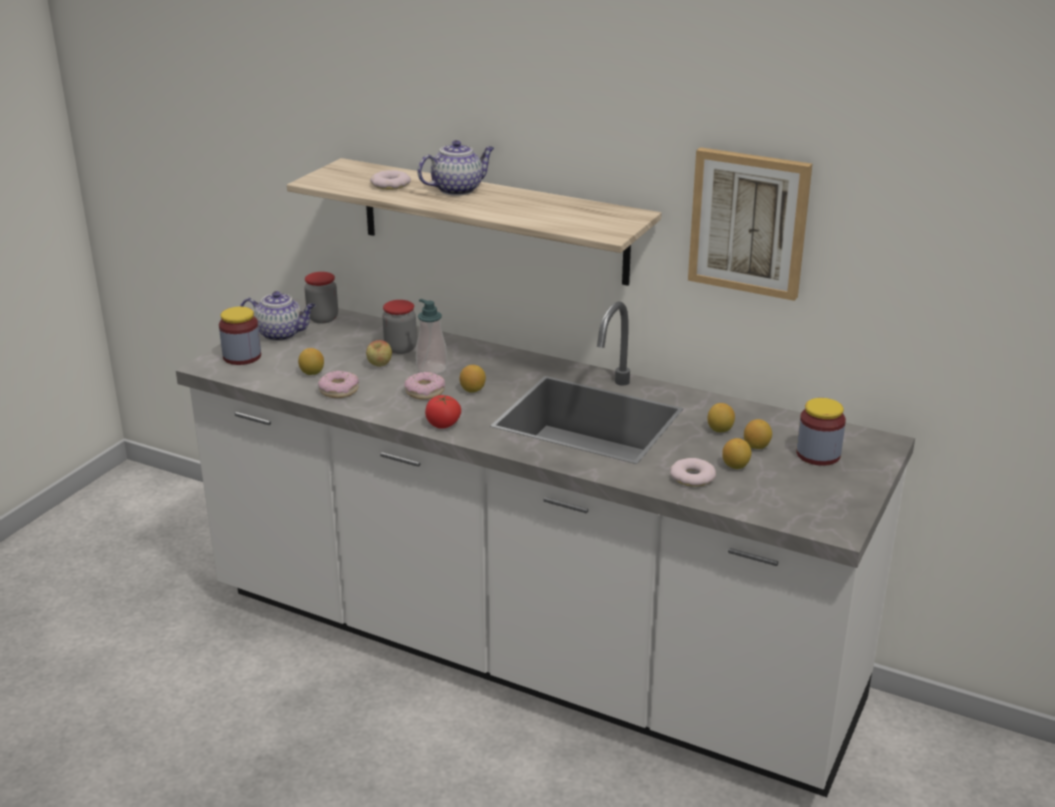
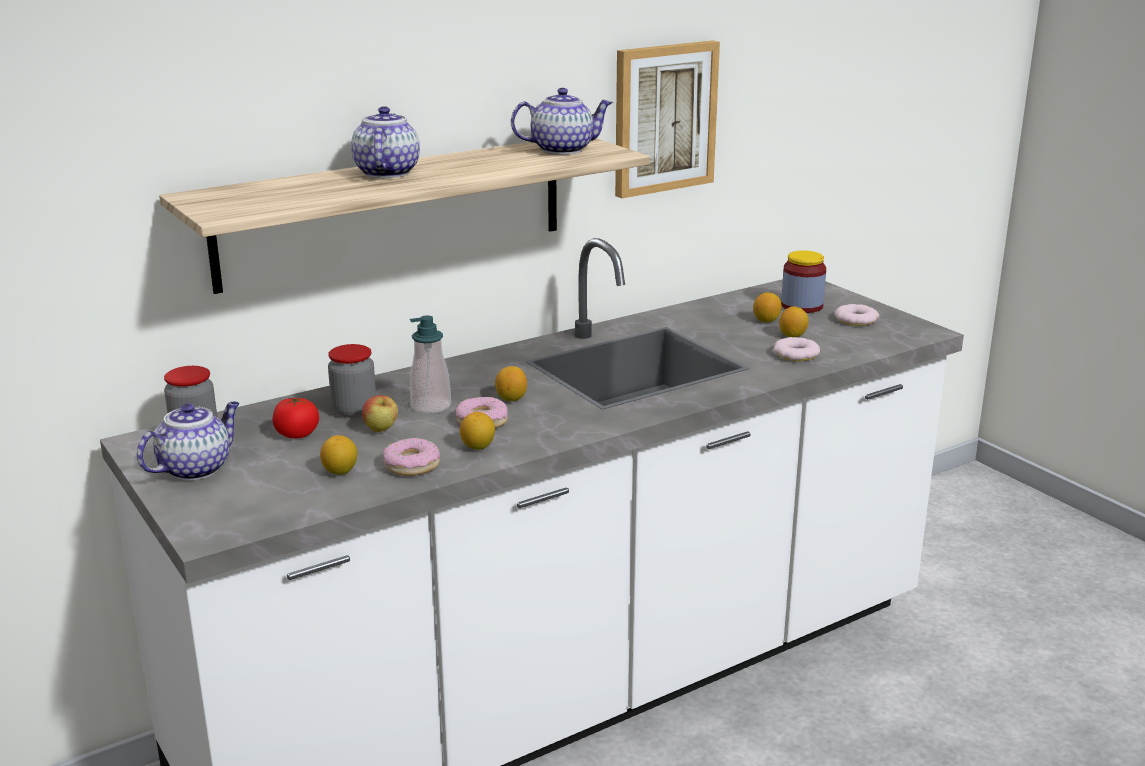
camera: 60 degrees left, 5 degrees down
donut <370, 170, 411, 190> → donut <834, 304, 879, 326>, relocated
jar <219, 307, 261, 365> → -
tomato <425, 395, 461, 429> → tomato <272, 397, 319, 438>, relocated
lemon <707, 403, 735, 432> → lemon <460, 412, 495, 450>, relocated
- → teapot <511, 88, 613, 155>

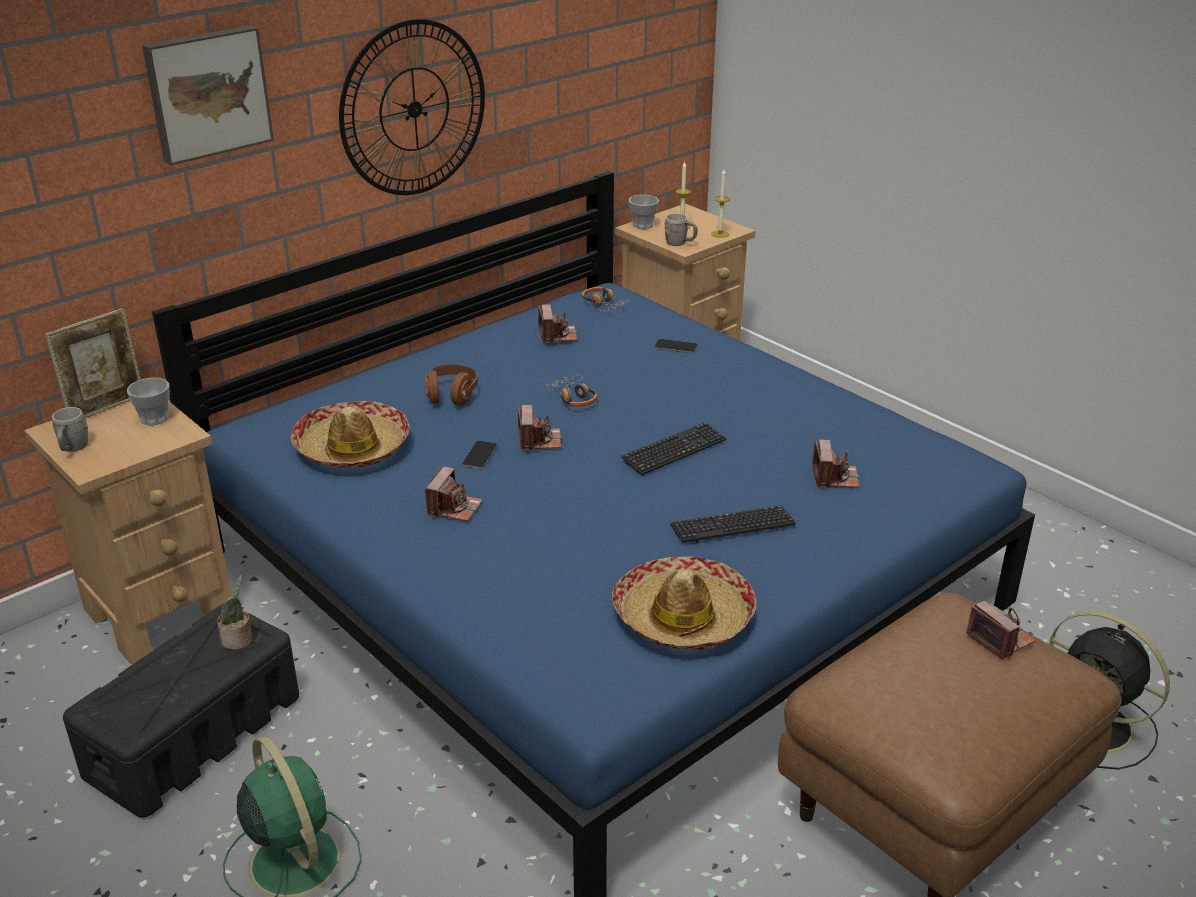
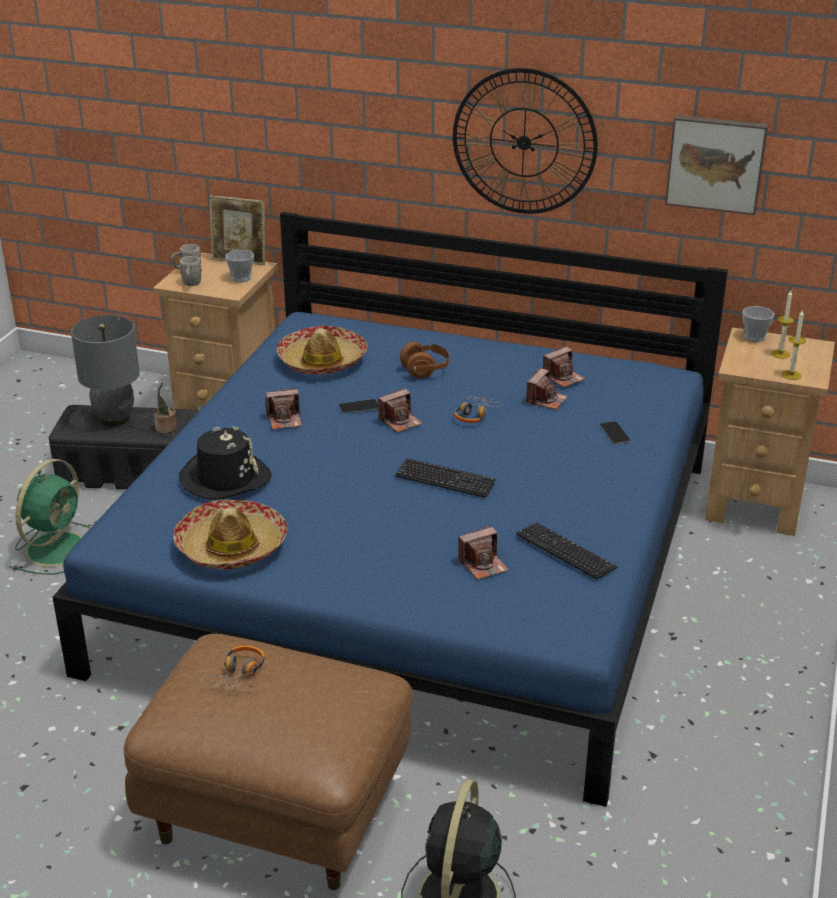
camera: 60 degrees right, 0 degrees up
picture <142, 25, 274, 165> → picture <665, 115, 768, 215>, relocated
mug (grey) <665, 213, 697, 246> → mug (grey) <180, 256, 202, 286>, relocated
headphones <582, 287, 630, 312> → headphones <202, 645, 265, 691>, relocated
keyboard <671, 506, 796, 543> → keyboard <516, 522, 617, 579>, relocated
photo camera <966, 601, 1036, 659> → photo camera <526, 368, 568, 410>, relocated
- → table lamp (grey) <71, 315, 140, 426>
- → hat (black) <179, 426, 272, 500>

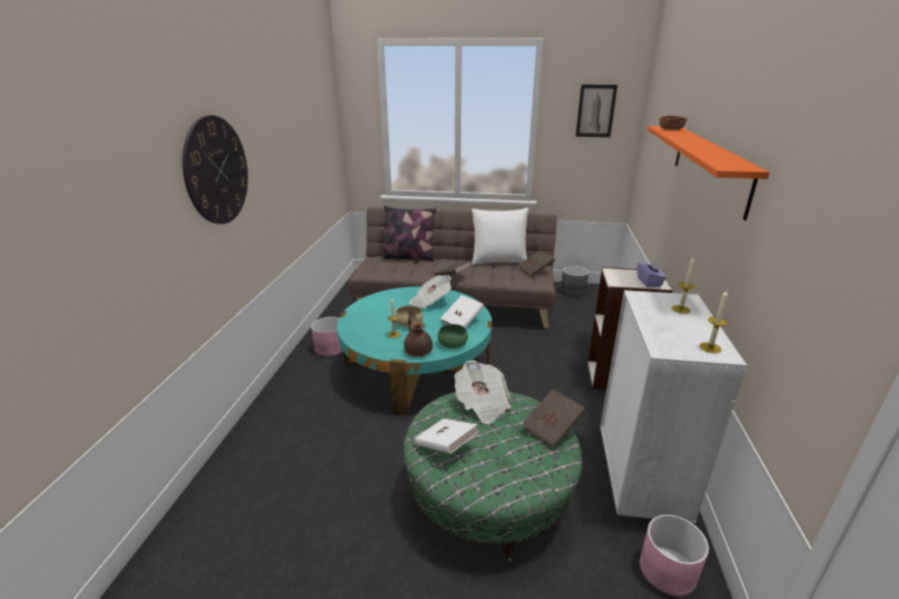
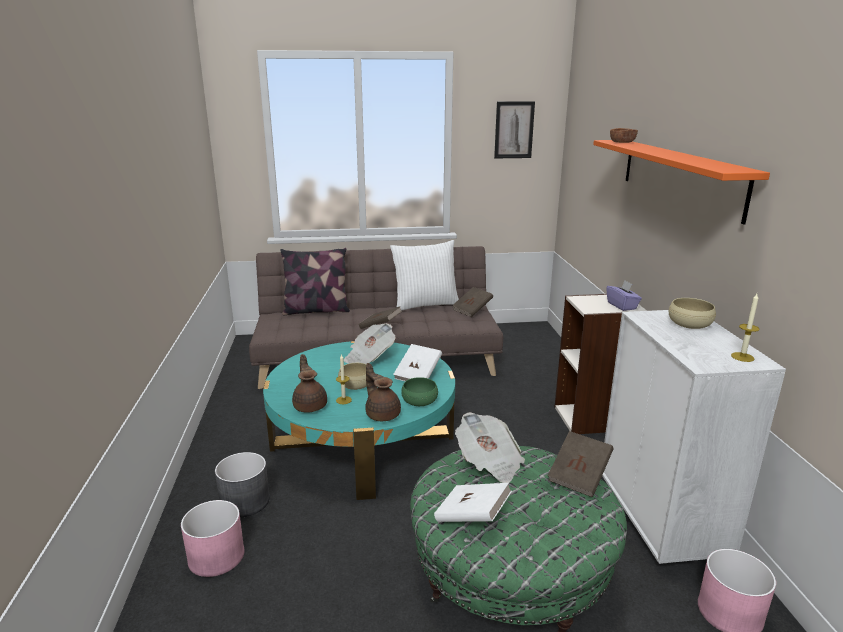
camera: 15 degrees left, 5 degrees down
wall clock <182, 115, 248, 224> → -
candle <672, 258, 695, 314> → bowl (beige) <669, 298, 716, 329>
planter (grey) <561, 266, 589, 296> → planter (grey) <215, 452, 270, 518>, relocated
planter (pink) <311, 317, 343, 356> → planter (pink) <181, 500, 244, 577>, relocated
- → teapot (brown) <292, 354, 327, 413>

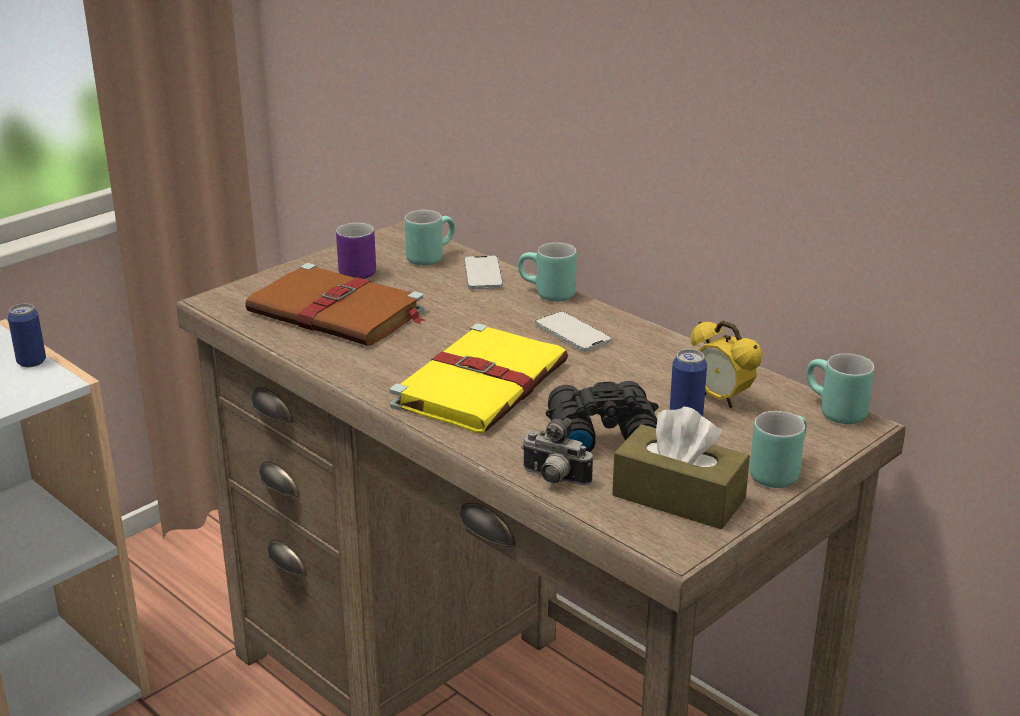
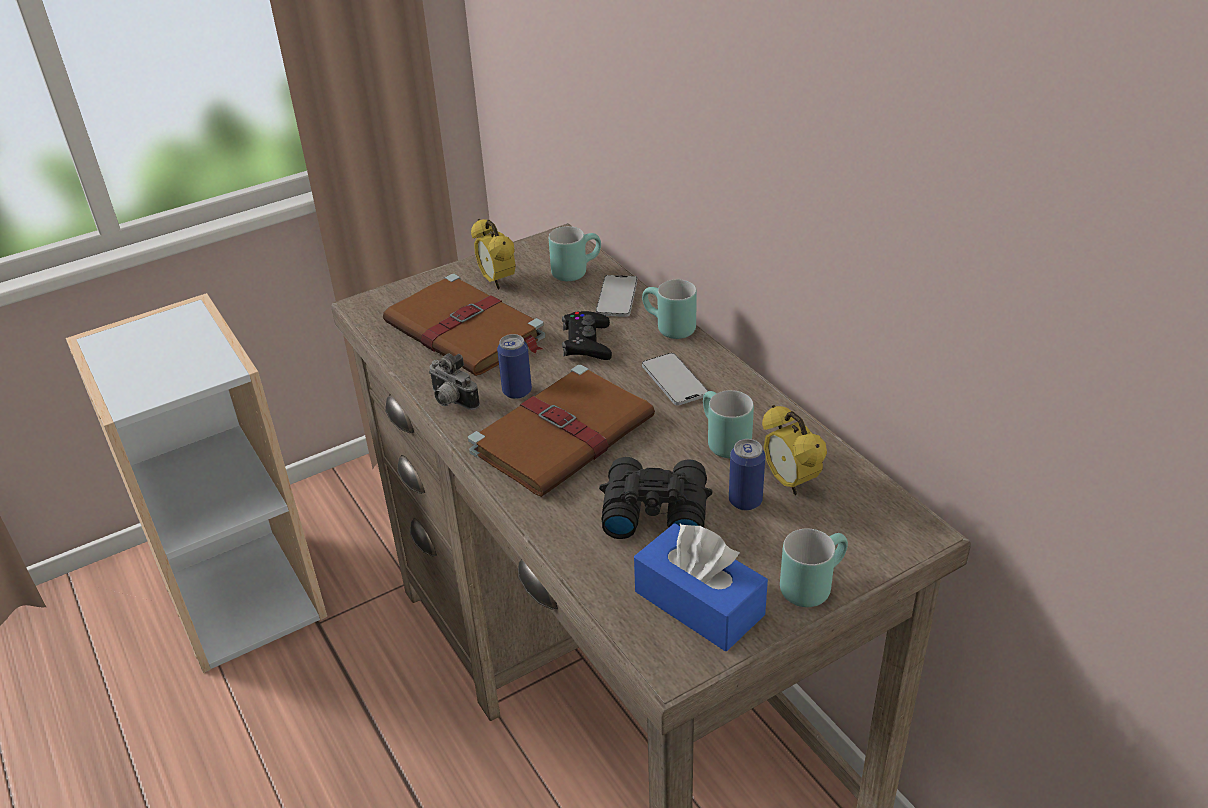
camera: 15 degrees right, 10 degrees up
mug (purple) <336, 223, 376, 279> → alarm clock <471, 219, 516, 289>
can <8, 303, 46, 367> → can <497, 334, 532, 399>, relocated
book (yellow) <390, 323, 568, 433> → book (brown) <468, 365, 655, 497>
mug (turquoise) <806, 353, 874, 424> → mug (turquoise) <703, 390, 754, 458>, relocated
tissue box (brown) <612, 407, 750, 529> → tissue box (blue) <634, 523, 768, 651>
photo camera <521, 418, 593, 485> → photo camera <429, 353, 480, 410>, relocated
- → game controller (black) <562, 311, 612, 360>

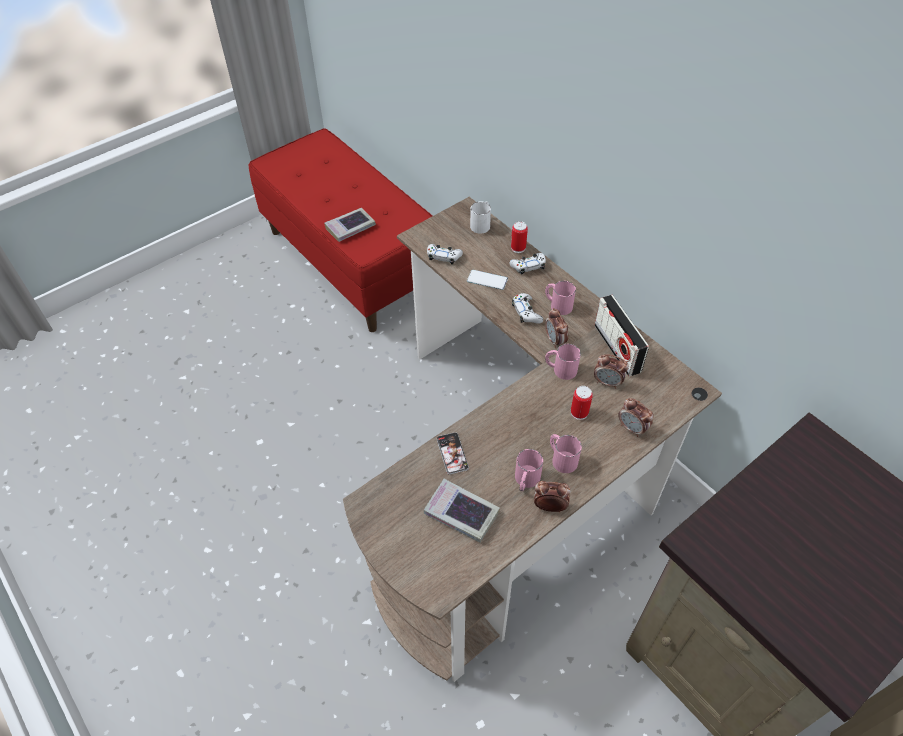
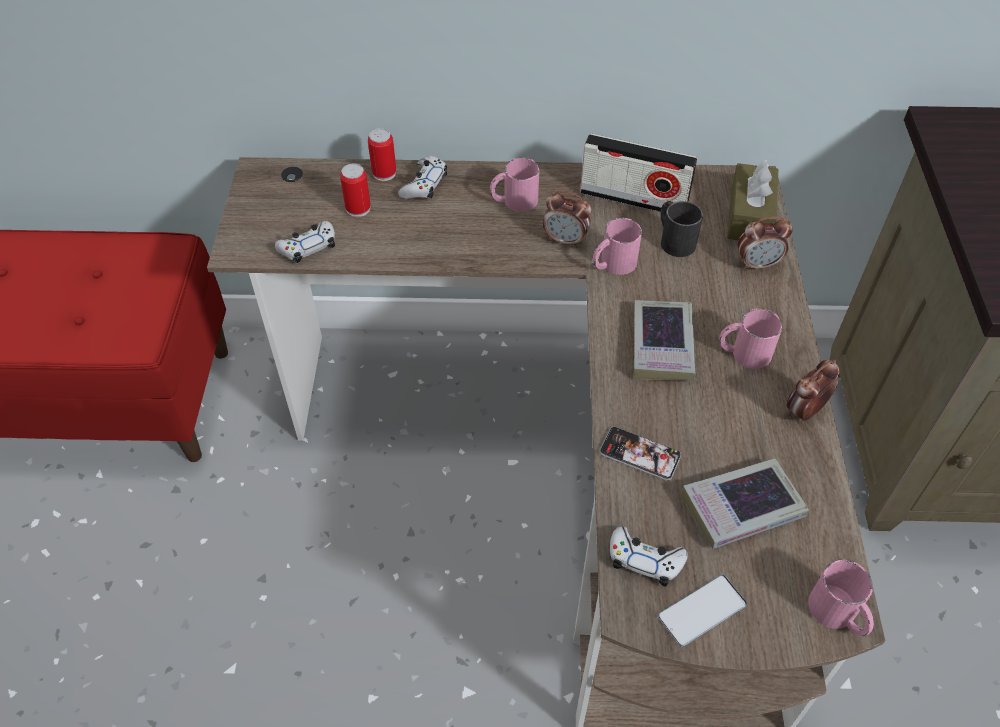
camera: 50 degrees left, 0 degrees up
mug (white) <470, 202, 491, 234> → -
book <324, 208, 376, 242> → book <634, 300, 695, 380>, relocated
phone <467, 270, 508, 290> → phone <658, 575, 747, 647>, relocated
game controller (white) <512, 293, 543, 324> → game controller (white) <610, 526, 688, 587>, relocated
alarm clock <594, 354, 629, 389> → mug (black) <661, 201, 703, 257>
can <571, 386, 593, 420> → can <340, 163, 371, 217>, relocated
mug (pink) <515, 449, 543, 491> → mug (pink) <808, 560, 874, 636>, relocated
- → tissue box (brown) <727, 160, 778, 240>

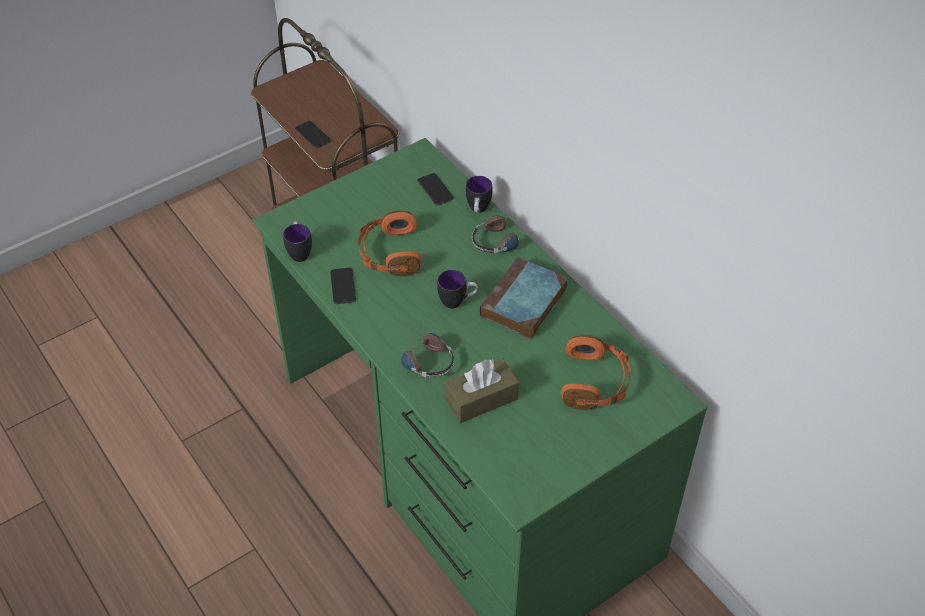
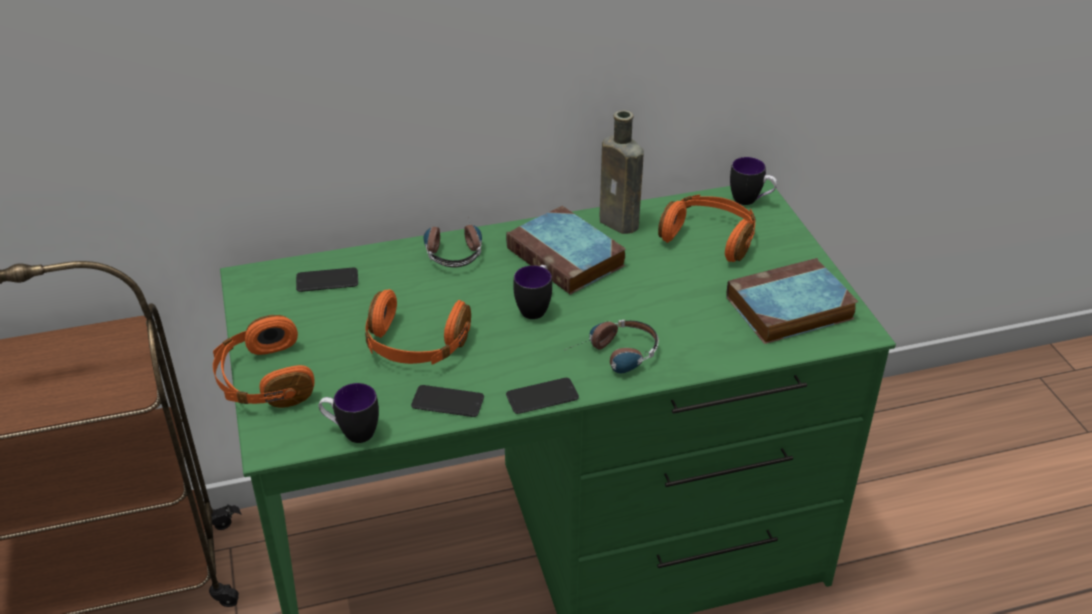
camera: 70 degrees left, 10 degrees down
phone <295, 121, 331, 148> → phone <506, 378, 579, 414>, relocated
mug <466, 176, 492, 213> → mug <730, 157, 777, 205>, relocated
tissue box (brown) <444, 358, 519, 423> → -
- → bottle (brown) <600, 110, 643, 234>
- → book <726, 258, 858, 344>
- → headphones (orange) <213, 315, 315, 408>

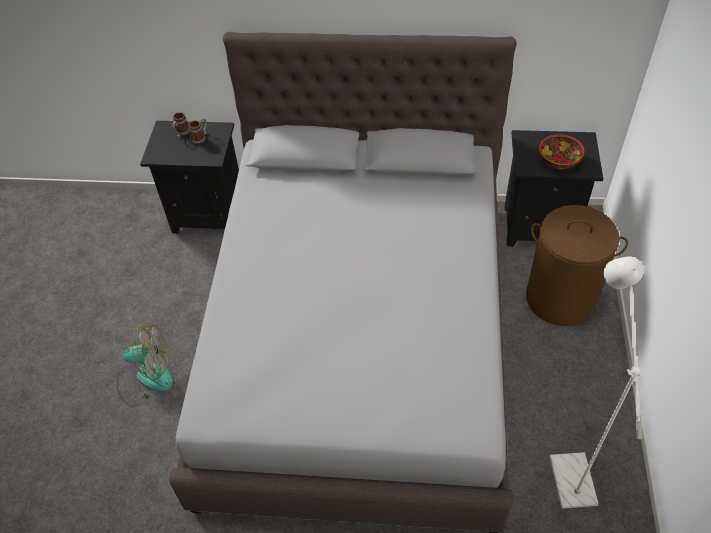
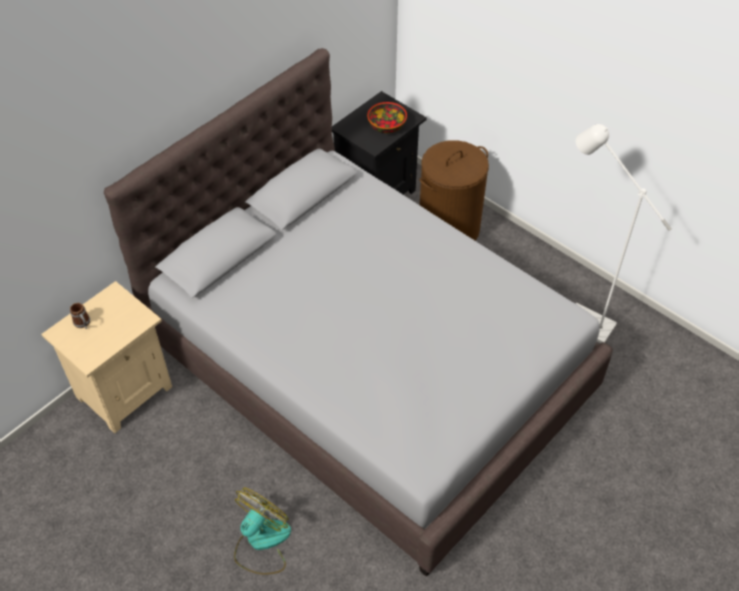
camera: 55 degrees left, 0 degrees up
mug <189, 118, 207, 144> → -
nightstand (black) <140, 121, 239, 233> → nightstand (beige) <41, 281, 172, 433>

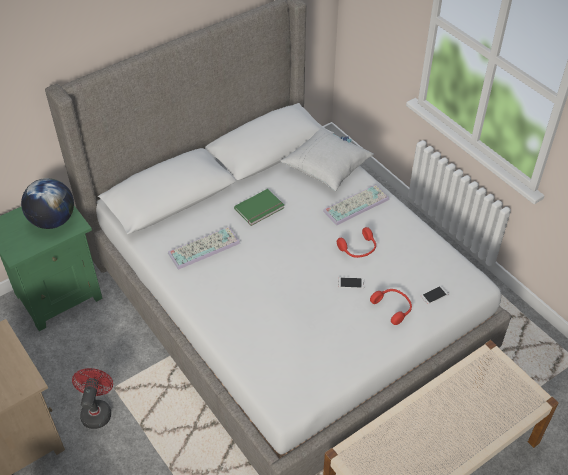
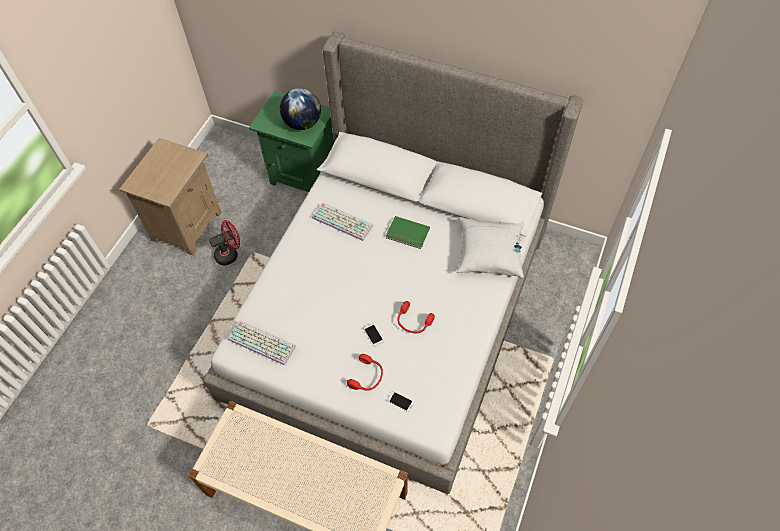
camera: 60 degrees right, 10 degrees up
keyboard <323, 185, 390, 226> → keyboard <228, 321, 296, 365>, relocated

